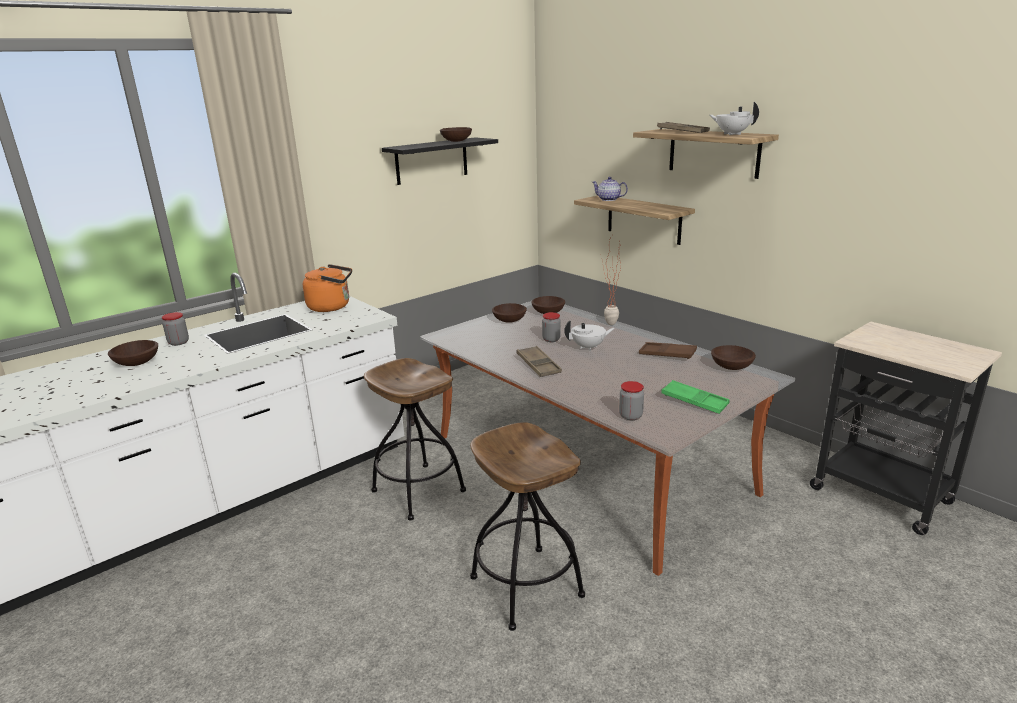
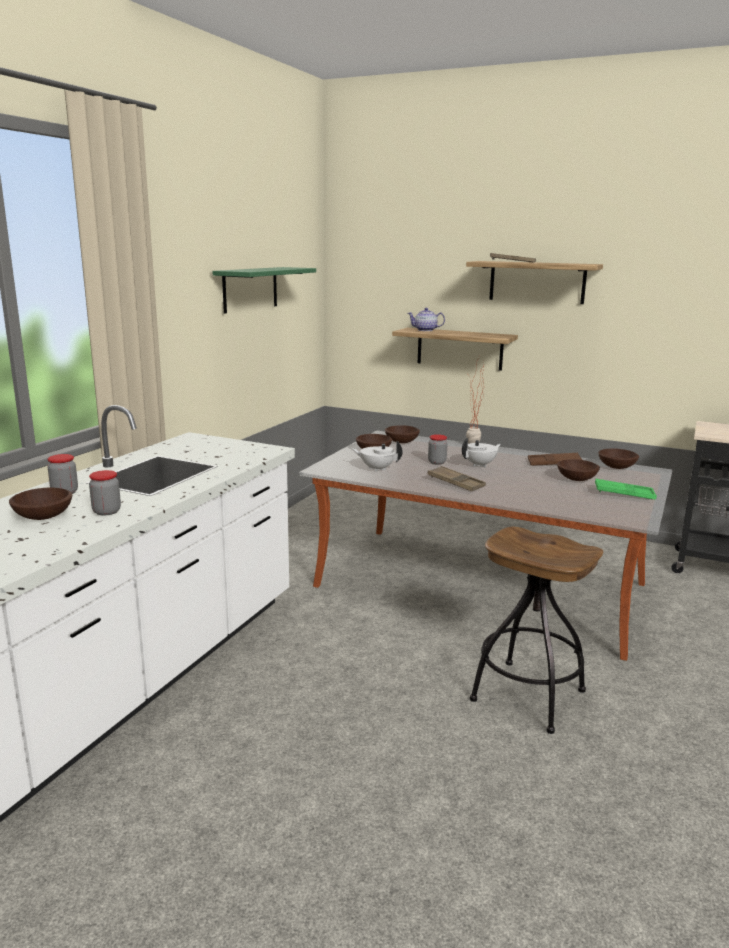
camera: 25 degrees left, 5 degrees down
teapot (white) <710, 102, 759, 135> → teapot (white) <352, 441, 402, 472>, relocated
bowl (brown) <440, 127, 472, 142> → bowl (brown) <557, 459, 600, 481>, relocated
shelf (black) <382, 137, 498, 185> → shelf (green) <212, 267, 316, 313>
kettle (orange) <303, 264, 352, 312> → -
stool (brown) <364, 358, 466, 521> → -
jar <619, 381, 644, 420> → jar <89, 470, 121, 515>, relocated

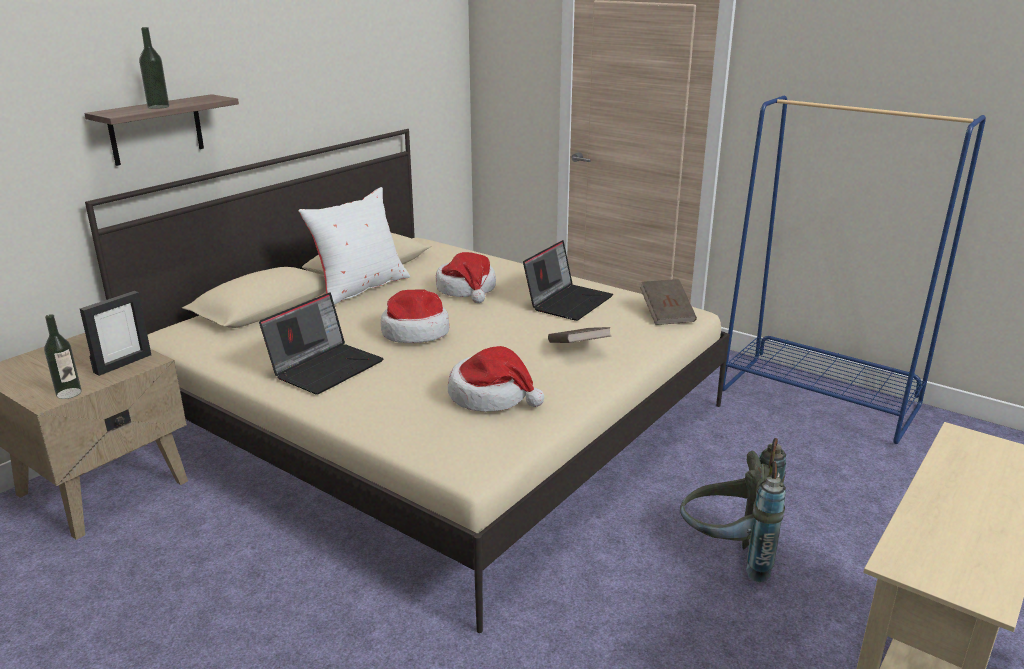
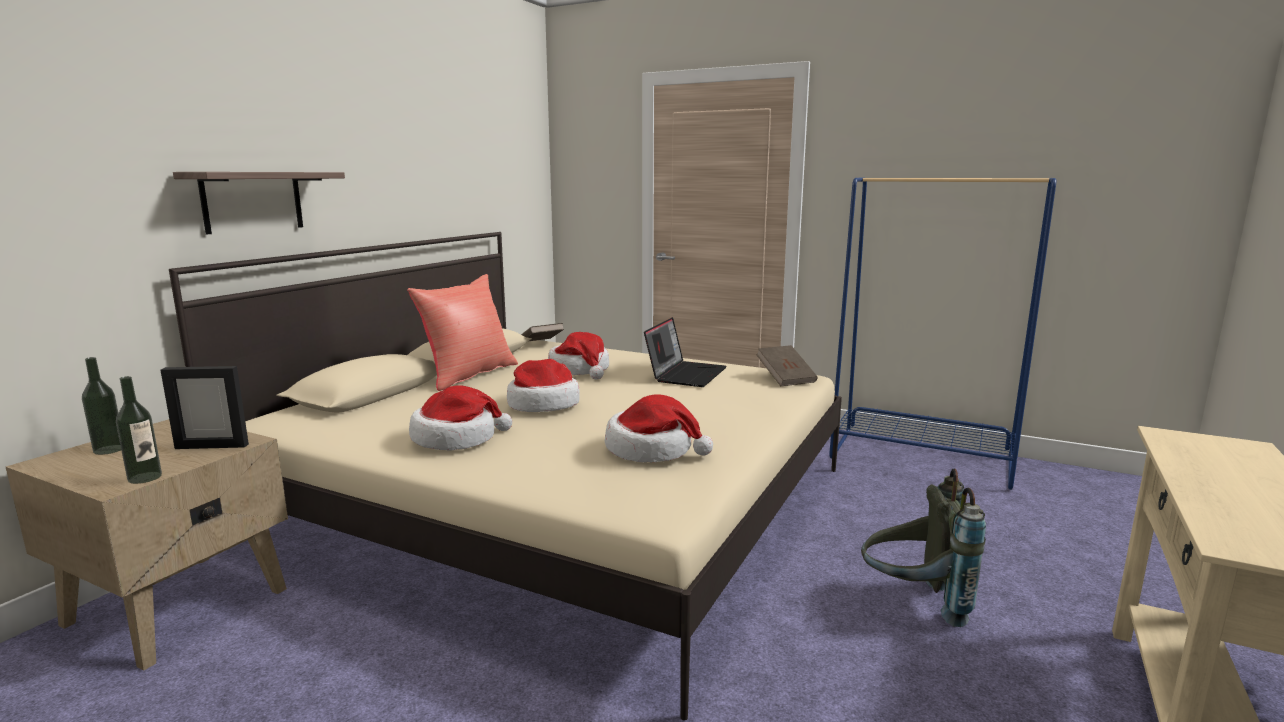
camera: 10 degrees left, 10 degrees down
bottle <139, 27, 169, 109> → bottle <82, 357, 121, 455>, relocated
pillow (white) <298, 187, 410, 305> → pillow (red) <407, 274, 518, 391>
picture frame <80, 291, 151, 376> → picture frame <161, 366, 249, 449>, 60 degrees clockwise
laptop <259, 292, 384, 395> → hat <409, 386, 512, 450>
book (brown) <548, 327, 611, 343> → book (brown) <521, 323, 564, 341>, relocated

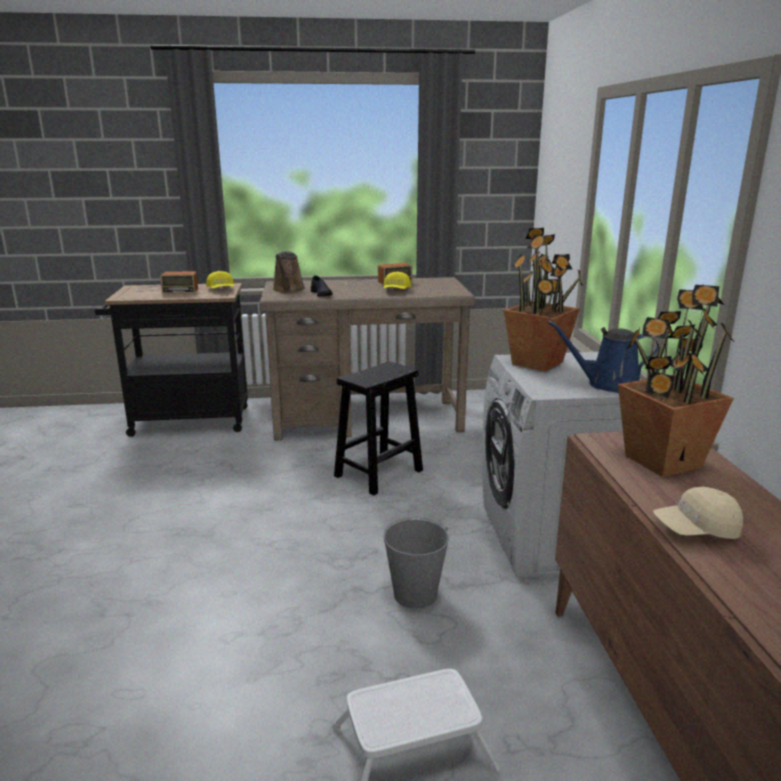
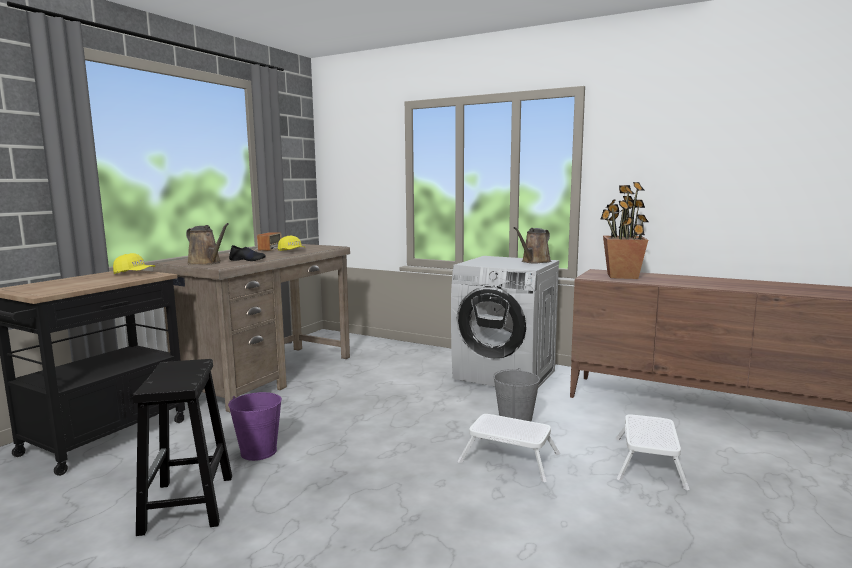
camera: 55 degrees left, 10 degrees down
potted plant <504, 228, 583, 372> → -
radio <136, 271, 198, 294> → -
watering can (blue) <547, 321, 660, 393> → watering can (brown) <513, 227, 551, 263>
stool (black) <334, 361, 423, 496> → stool (black) <133, 359, 232, 536>, relocated
cap (beige) <653, 487, 743, 539> → -
- → bucket (purple) <228, 392, 282, 461>
- → step ladder (white) <458, 414, 560, 482>

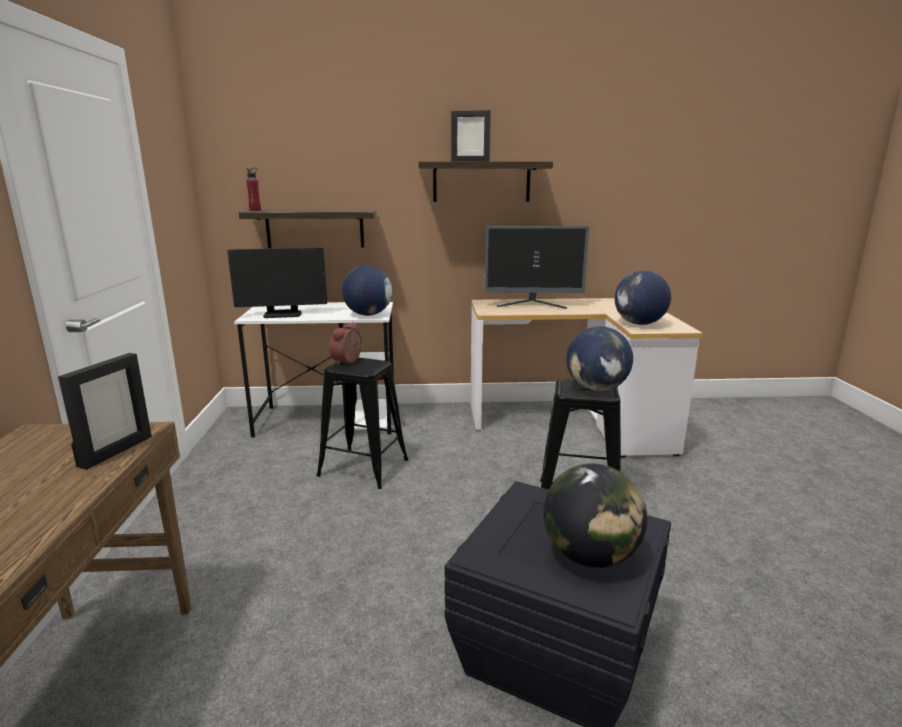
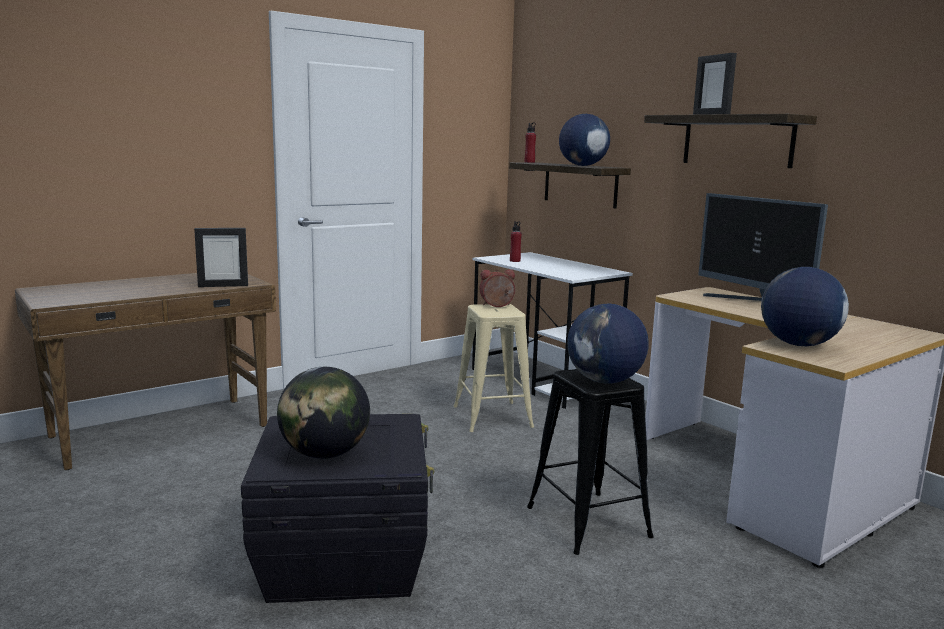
camera: 55 degrees right, 5 degrees down
monitor <227, 248, 327, 318> → bottle (red) <510, 221, 522, 262>
globe <342, 265, 392, 316> → globe <559, 114, 610, 166>, relocated
stool (black) <316, 357, 408, 489> → stool (beige) <454, 304, 534, 432>

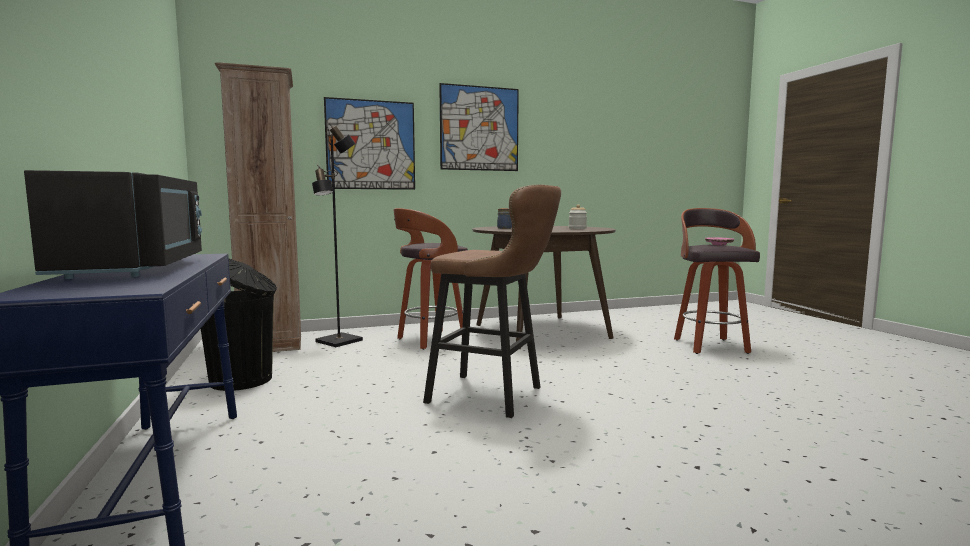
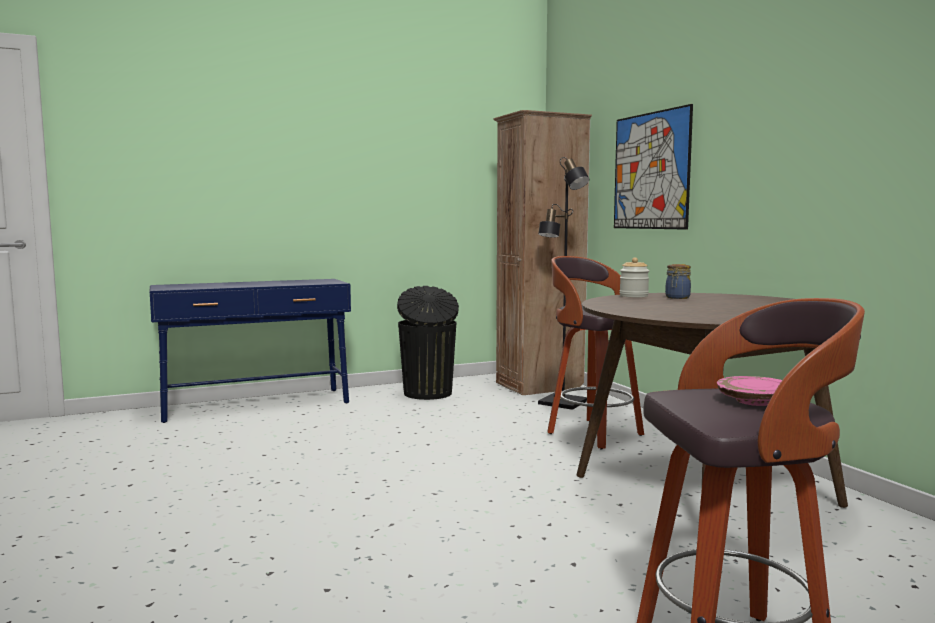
camera: 85 degrees right, 0 degrees up
picture <439, 83, 519, 171> → -
microwave (black) <24, 170, 202, 279> → -
stool (brown) <423, 184, 561, 418> → -
jar <569, 204, 587, 229> → jar <619, 258, 649, 297>, relocated

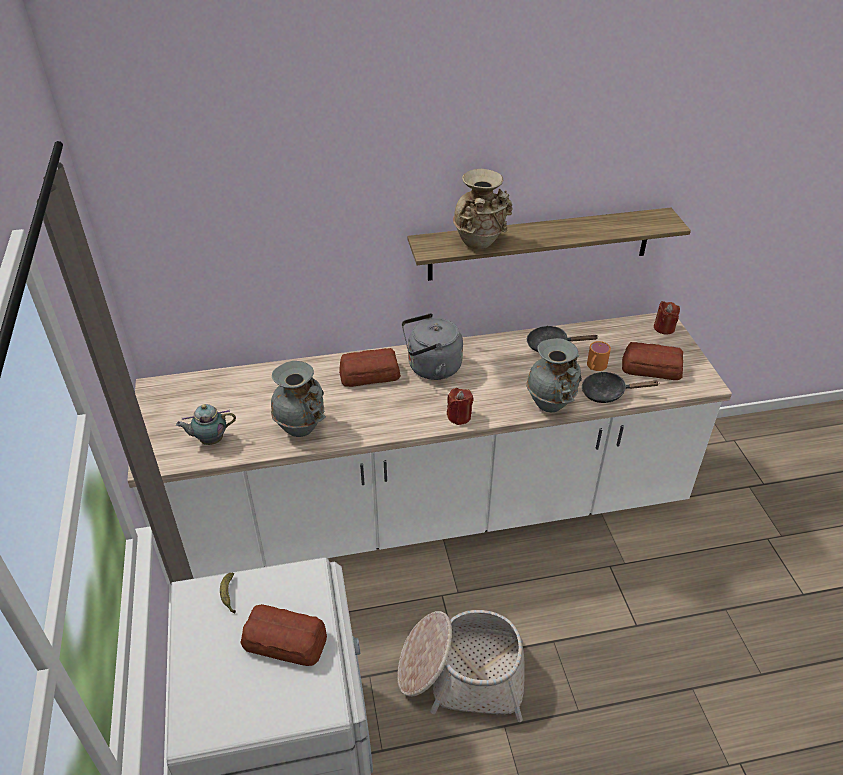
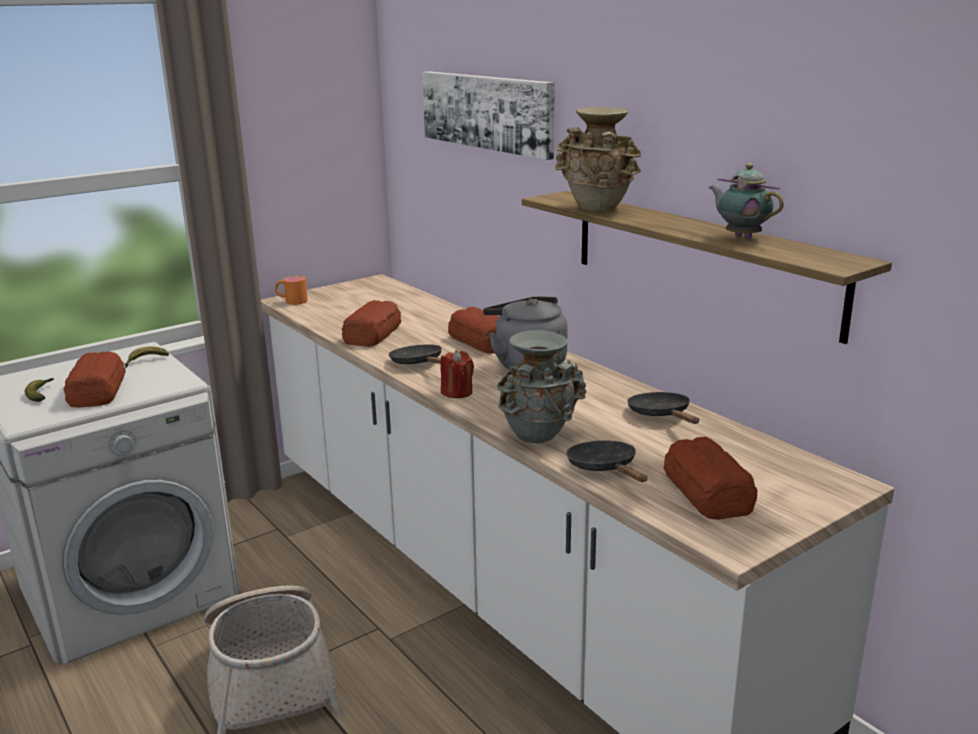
camera: 65 degrees right, 20 degrees down
candle (red) <654, 301, 680, 335> → -
mug (orange) <587, 341, 611, 371> → mug (orange) <275, 276, 308, 305>, relocated
vase (grey) <271, 361, 326, 437> → bread <342, 300, 402, 347>
teapot <176, 404, 236, 445> → teapot <709, 163, 784, 239>, relocated
- → picture <422, 71, 555, 160>
- → frying pan (black) <389, 344, 442, 364>
- → banana <25, 378, 54, 402>

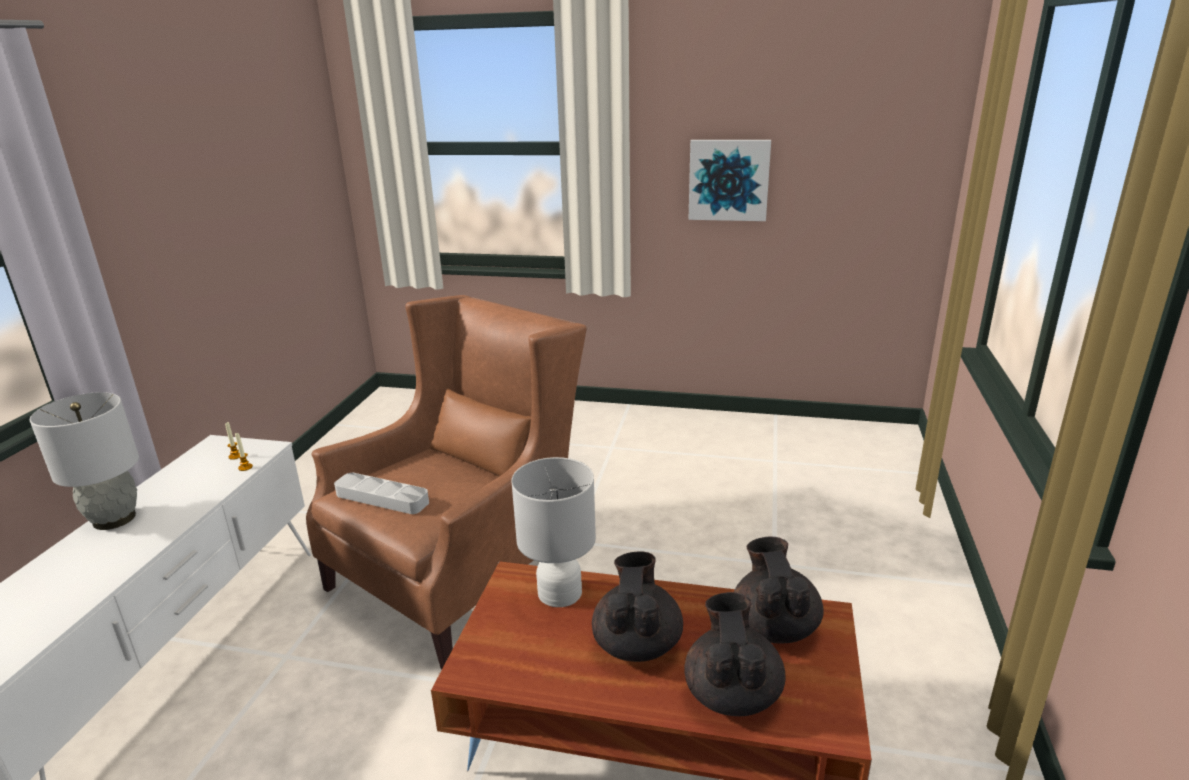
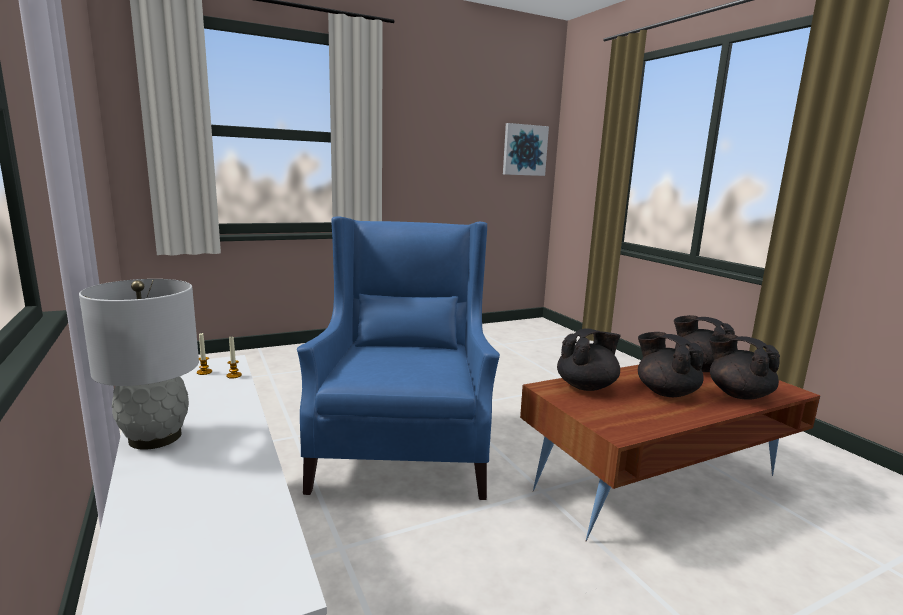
camera: 40 degrees left, 10 degrees down
picture <688, 140, 771, 221> → picture <503, 123, 549, 176>, relocated
armchair (brown) <306, 295, 587, 669> → armchair (blue) <297, 216, 500, 500>
table lamp (grey) <511, 457, 596, 607> → teapot (black) <557, 328, 620, 391>
tray (grey) <334, 473, 429, 514> → -

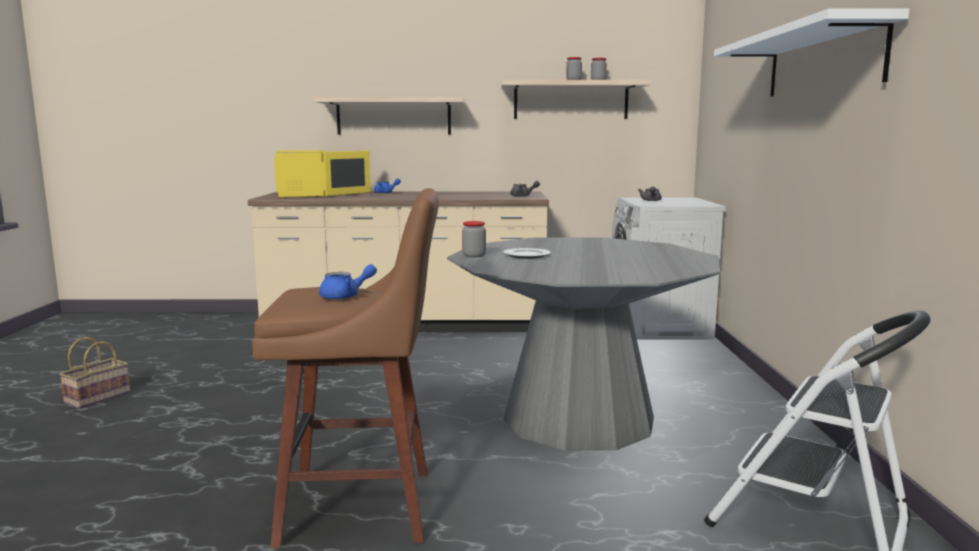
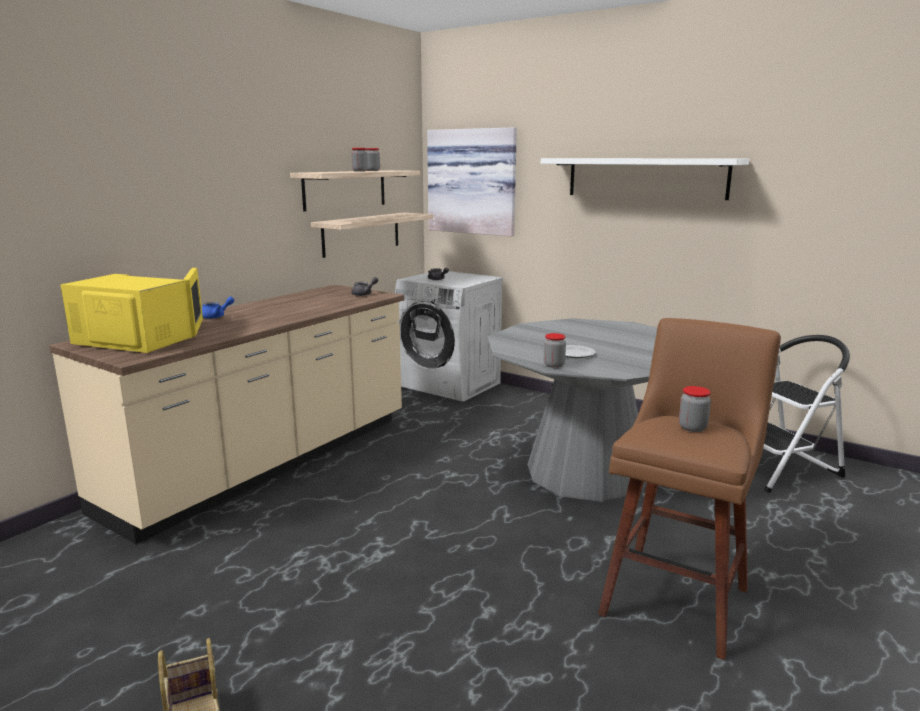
camera: 55 degrees left, 5 degrees up
shelf <314, 97, 464, 135> → shelf <311, 213, 433, 258>, relocated
teapot (blue) <319, 264, 377, 300> → jar <679, 386, 711, 432>
- → picture <427, 127, 517, 236>

